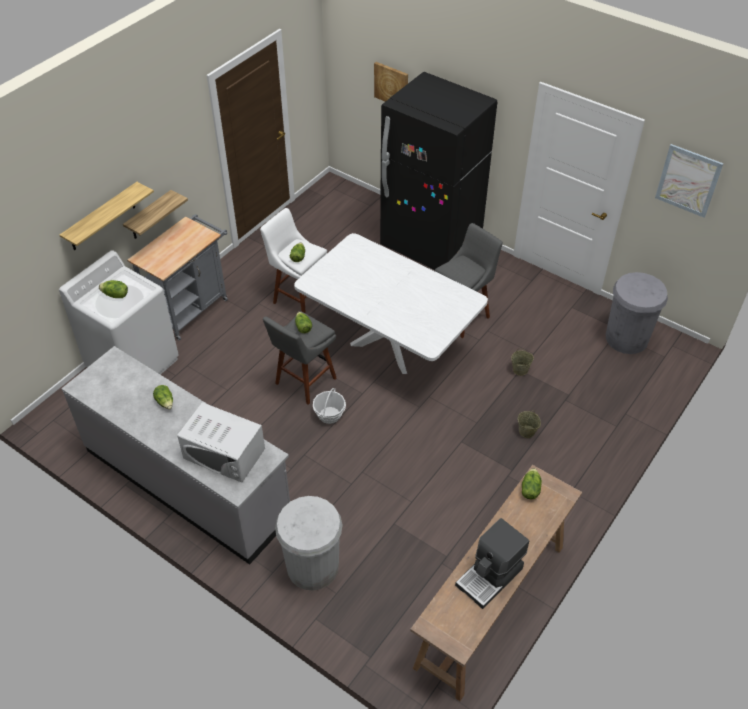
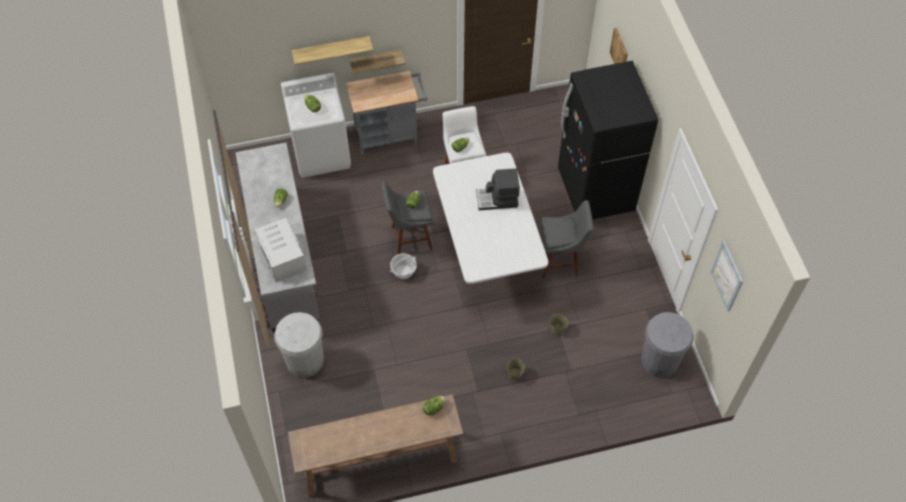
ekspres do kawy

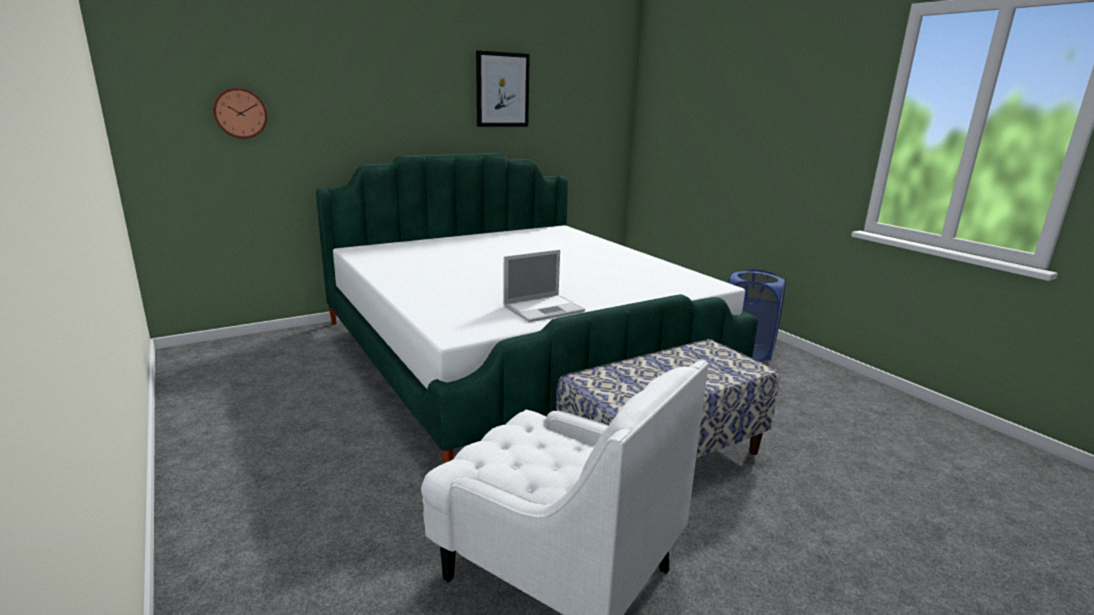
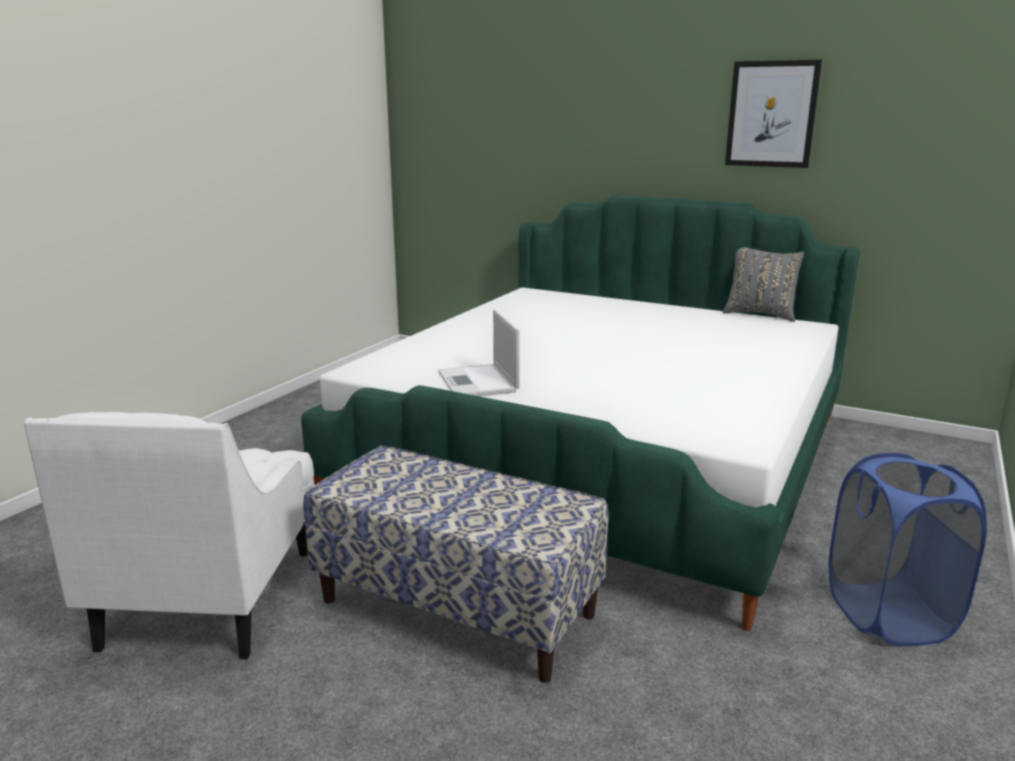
zegar ścienny
laptop
poduszka (szary)

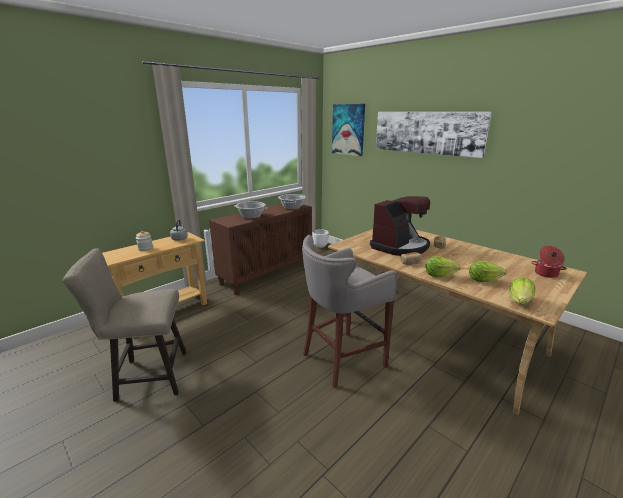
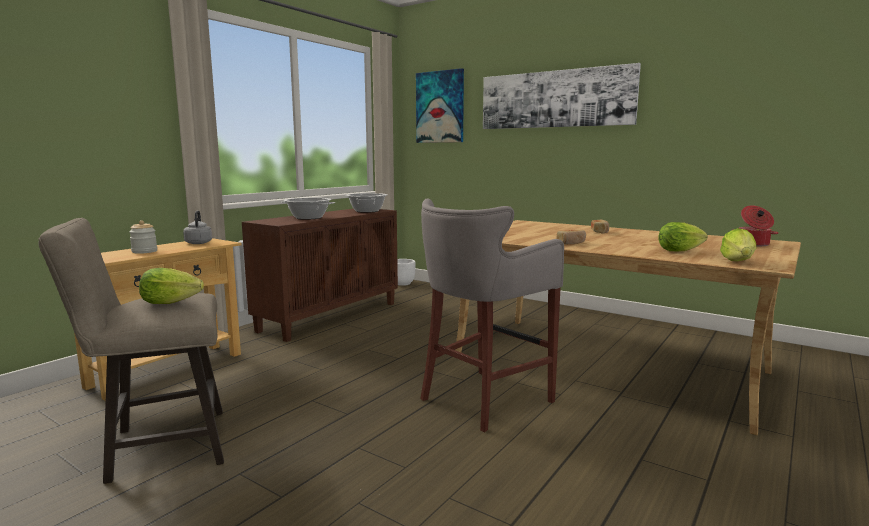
ekspres do kawy
sałata (1st from left)

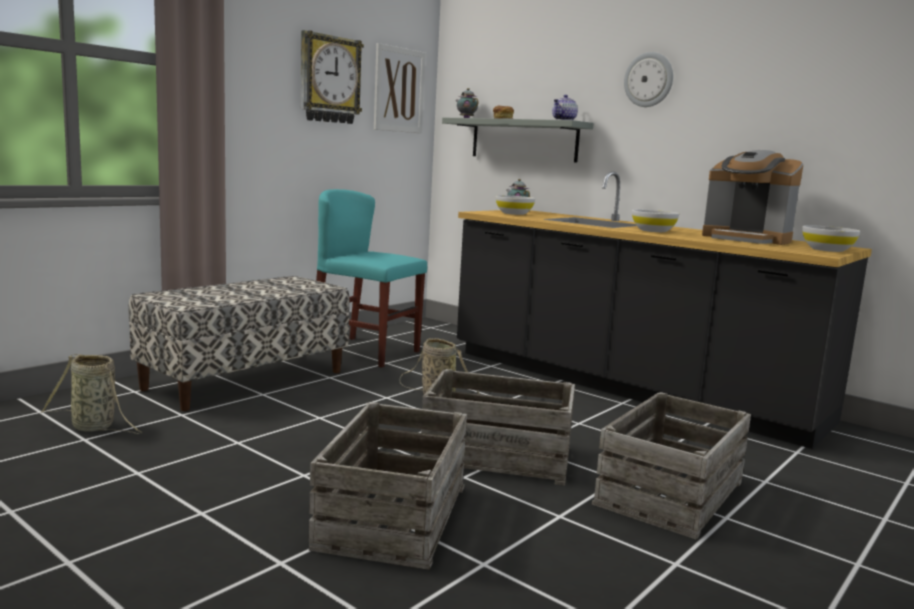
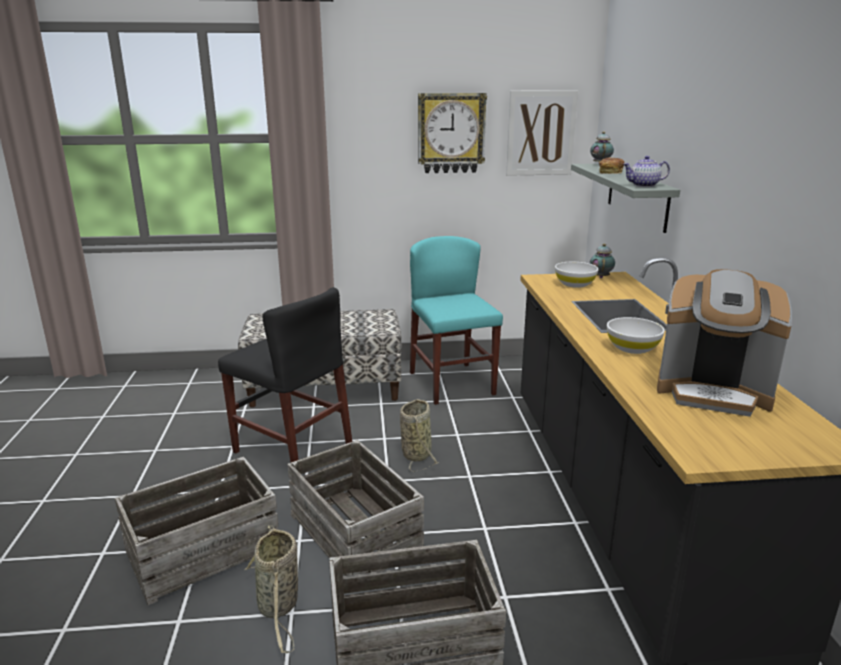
zegar ścienny (2nd from left in the first image)
ekspres do kawy
miska (biały) (3rd from left in the first image)
koszyk (1st from left)
krzesło (czarny)

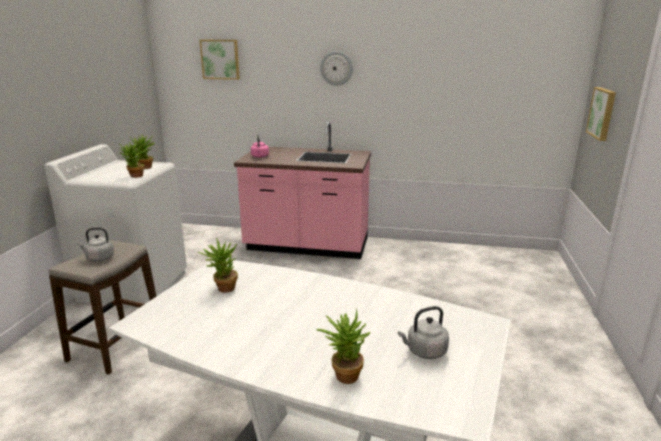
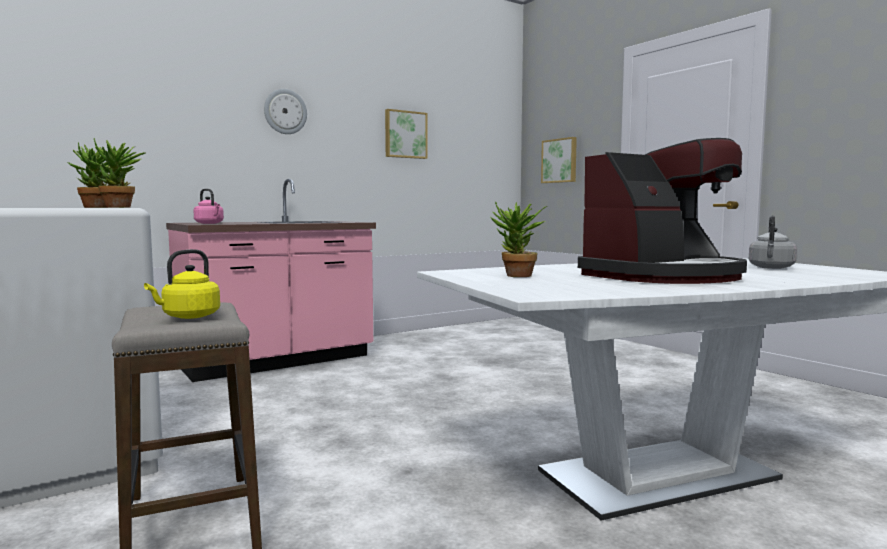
obraz (1st from left)
czajnik (żółty)
roślina doniczkowa (4th from left in the first image)
ekspres do kawy

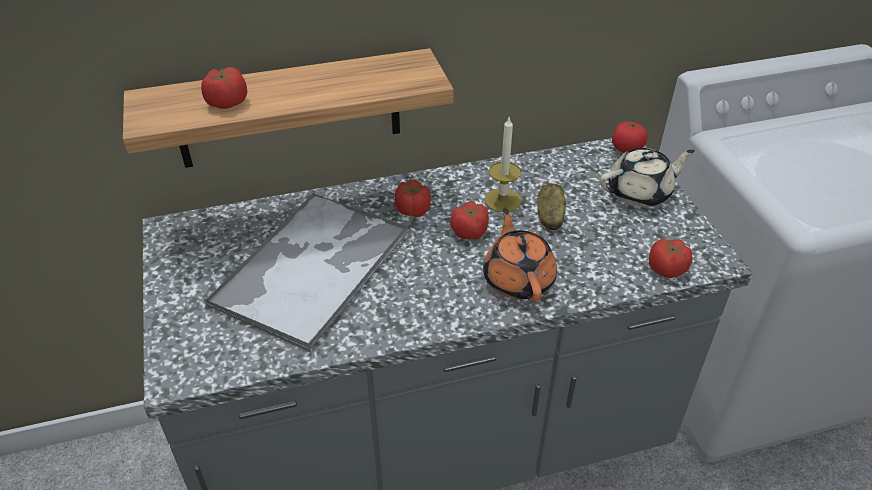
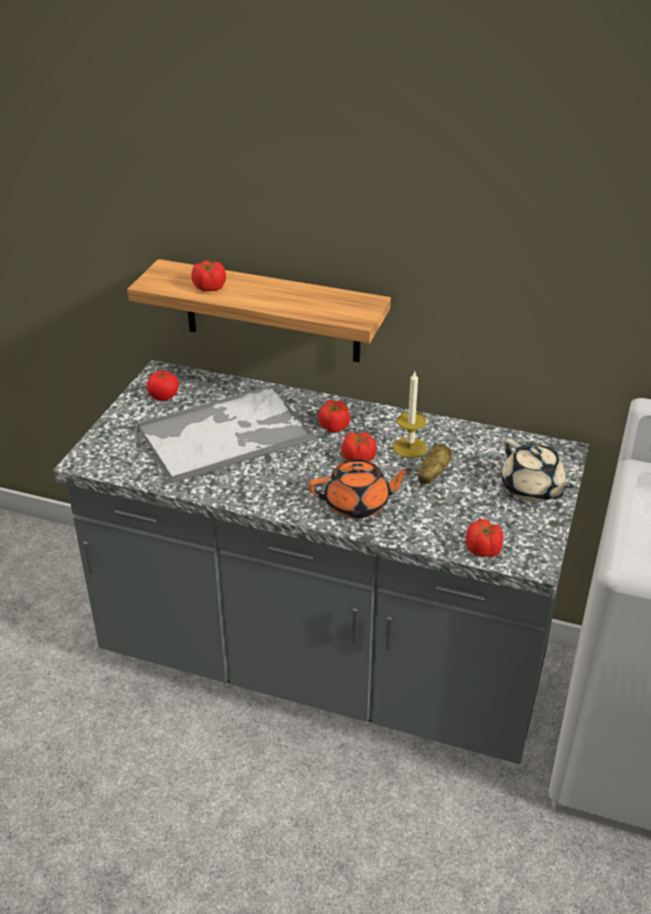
pomidor (1st from left)
imbryk (beżowy)
imbryk (pomarańczowy)

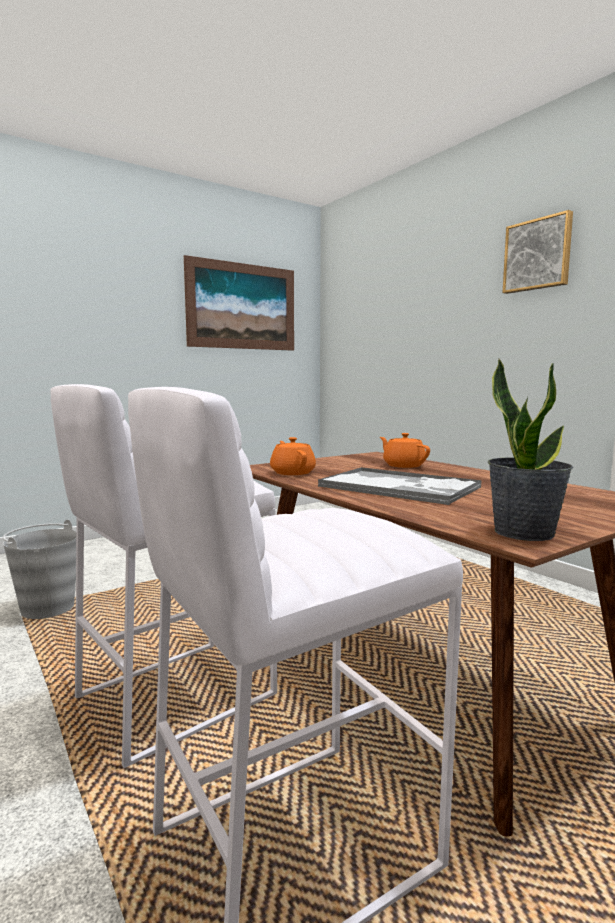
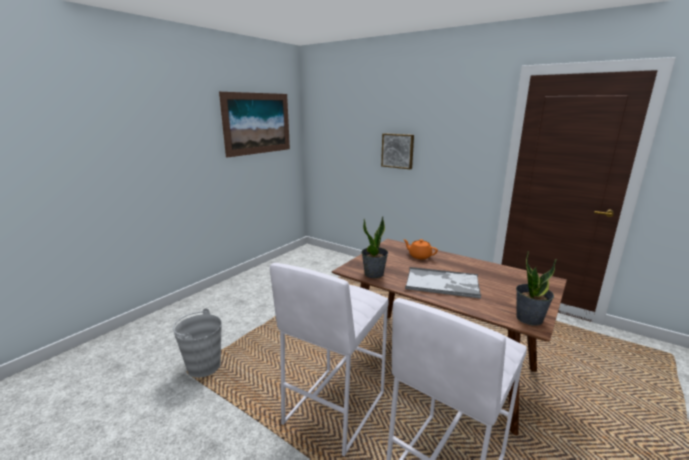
obraz (2nd from left)
roślina doniczkowa (1st from left)

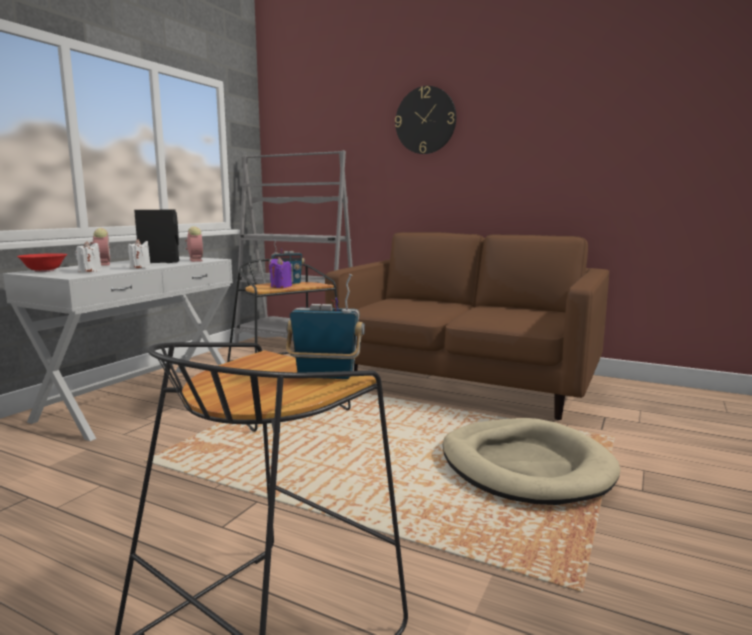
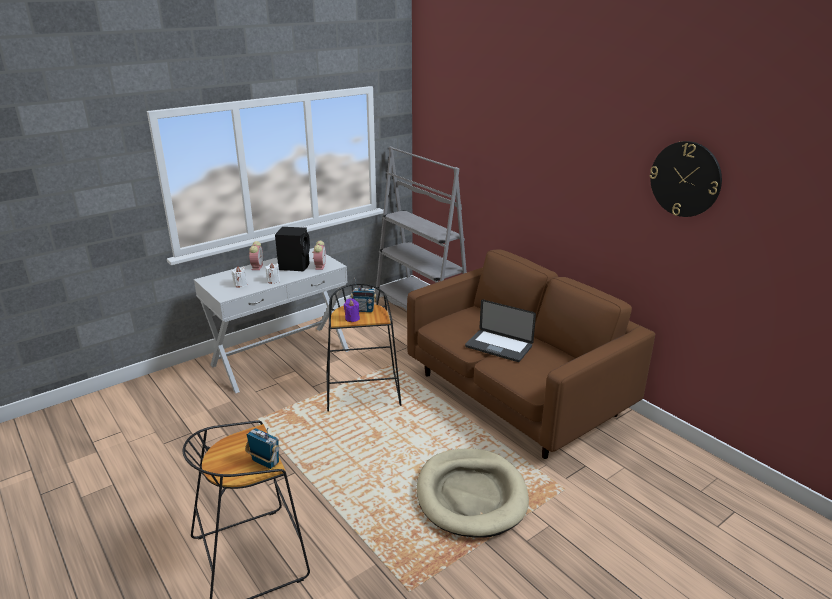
zegar ścienny
miska (czerwony)
laptop

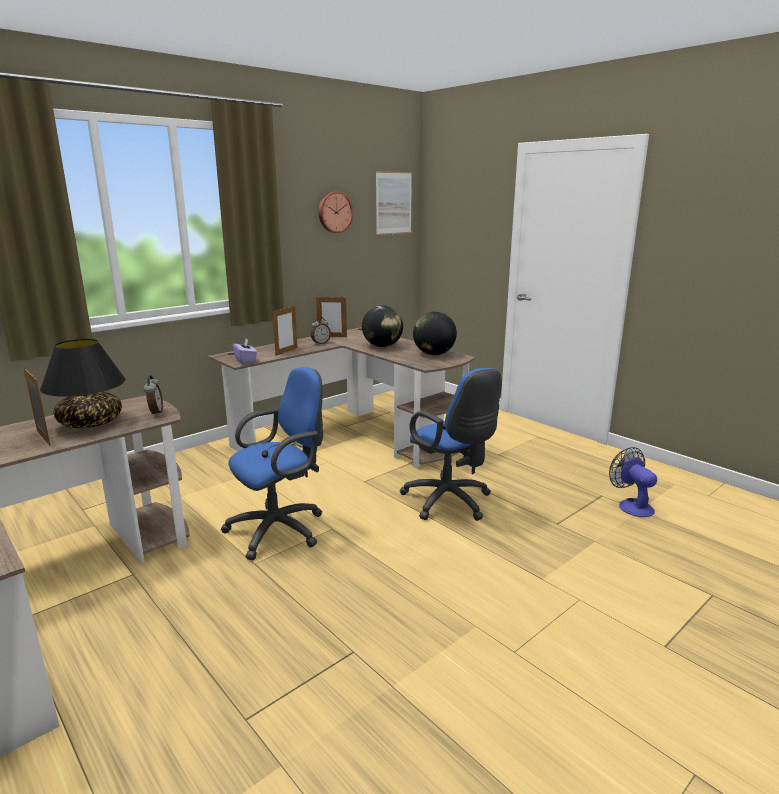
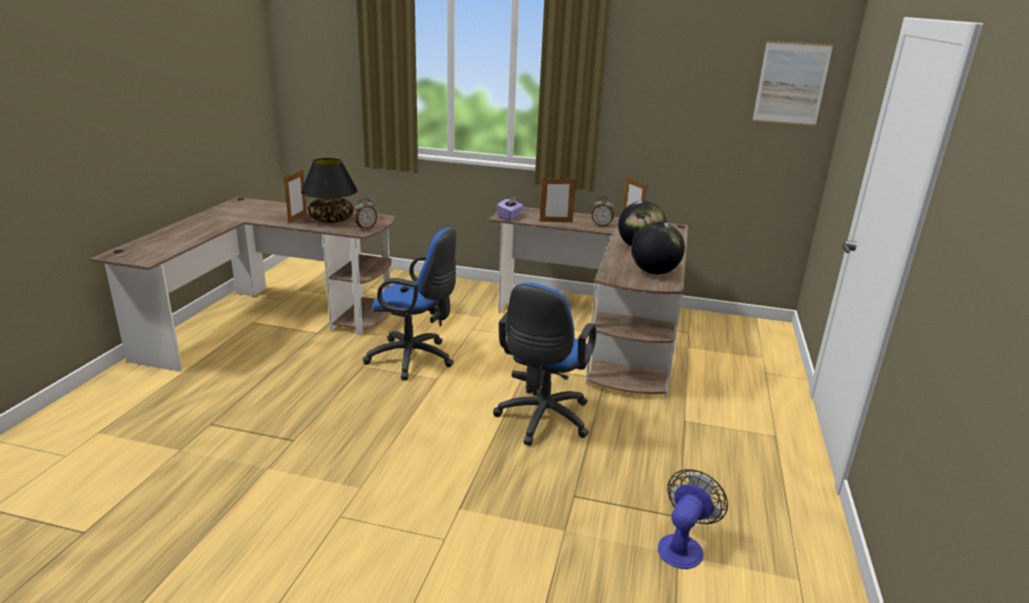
zegar ścienny

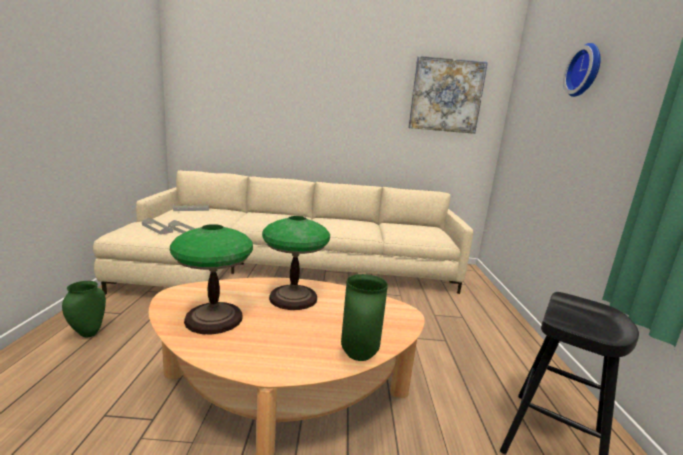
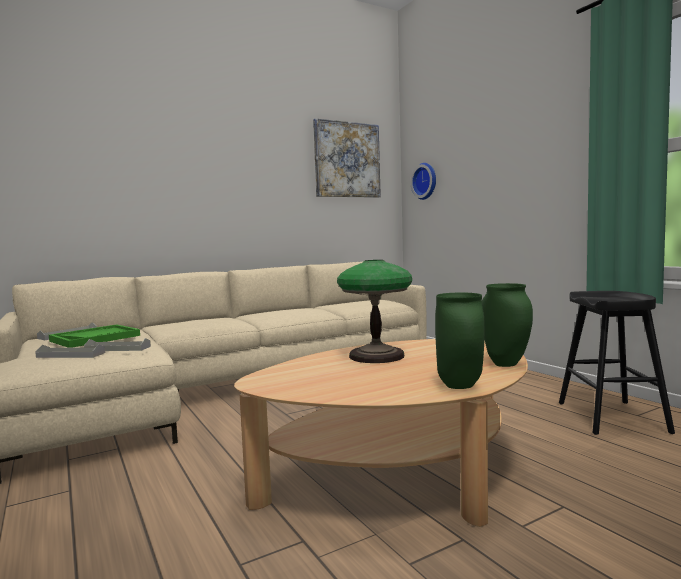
zegar ścienny
lampa stołowa (1st from left in the first image)
wazon (zielony) (1st from left)
taca (zielony)

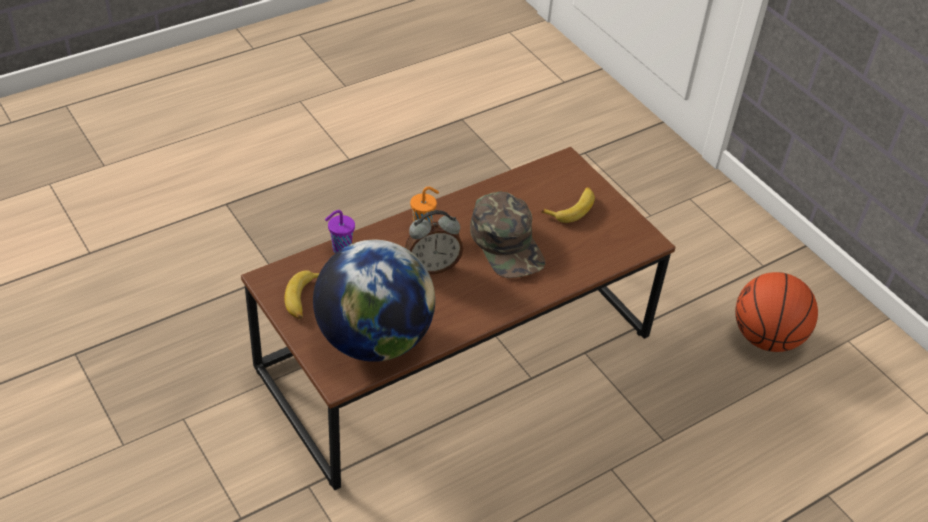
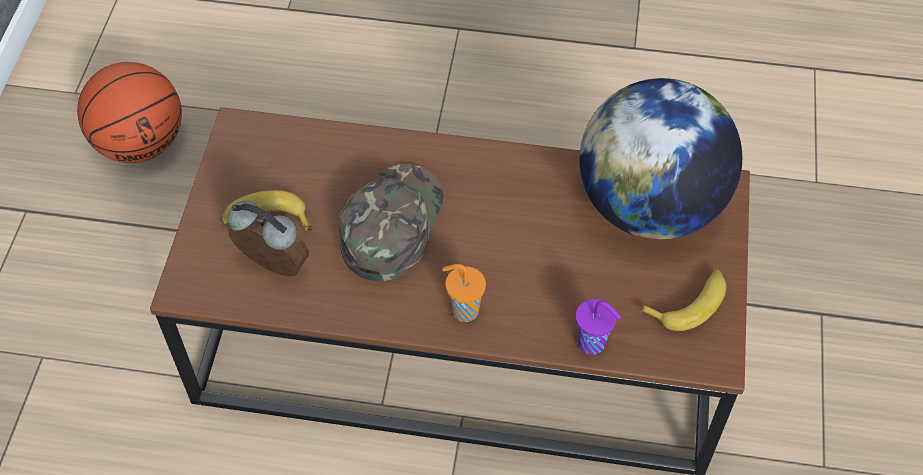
budzik

